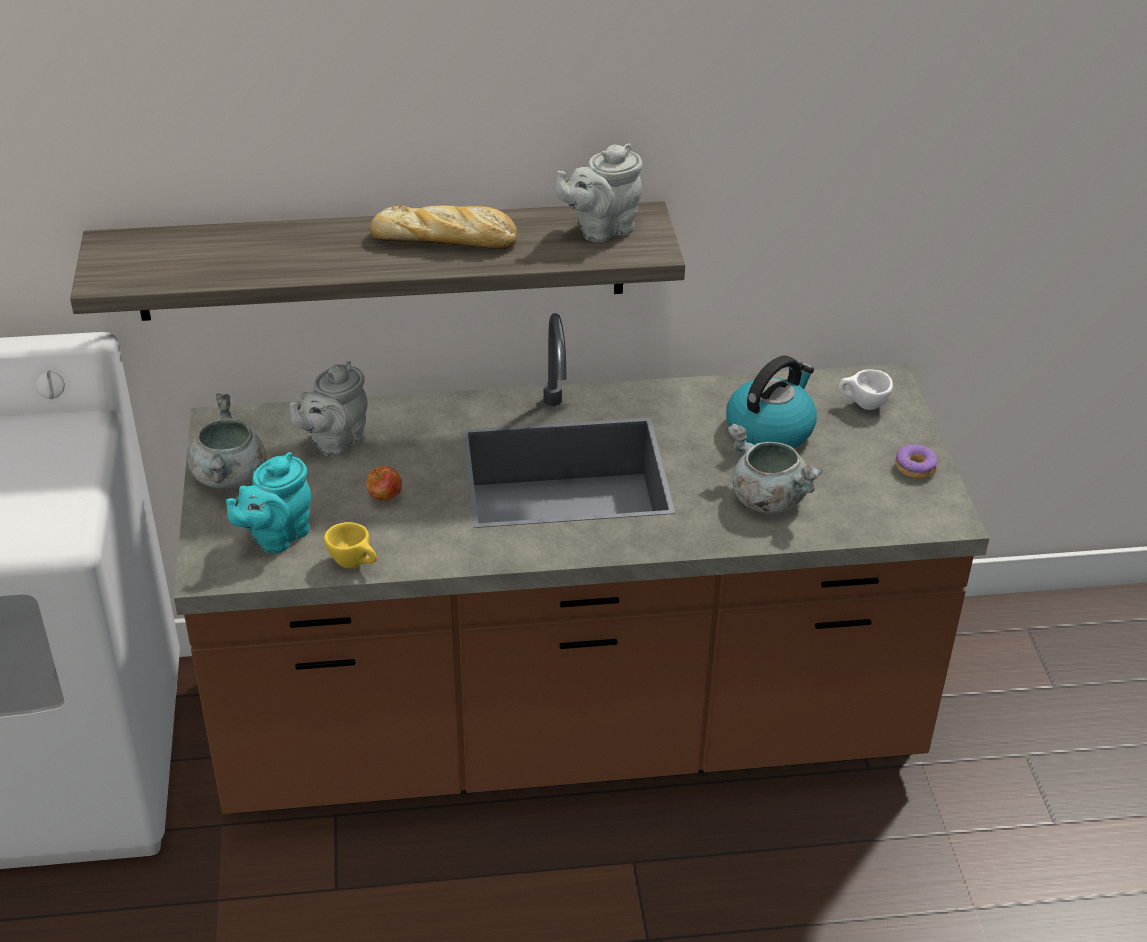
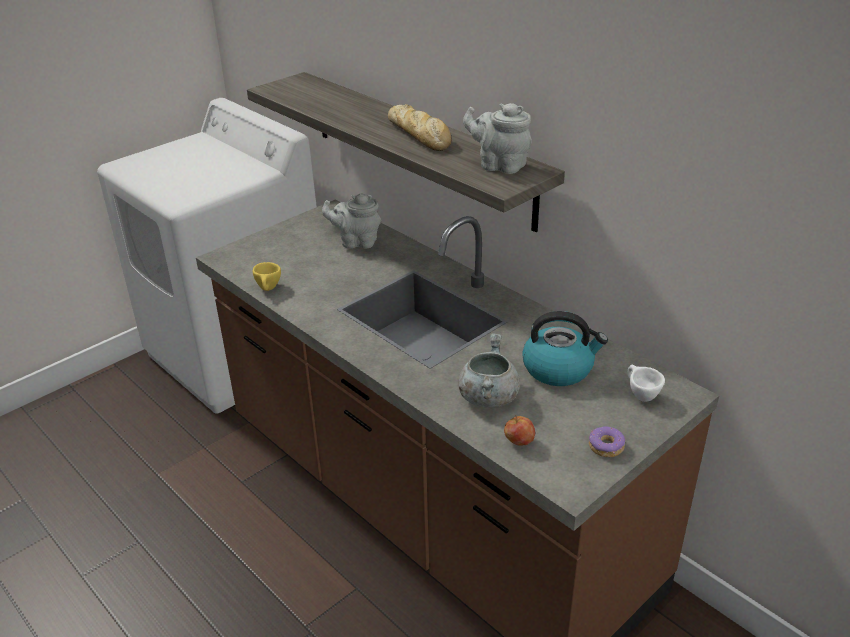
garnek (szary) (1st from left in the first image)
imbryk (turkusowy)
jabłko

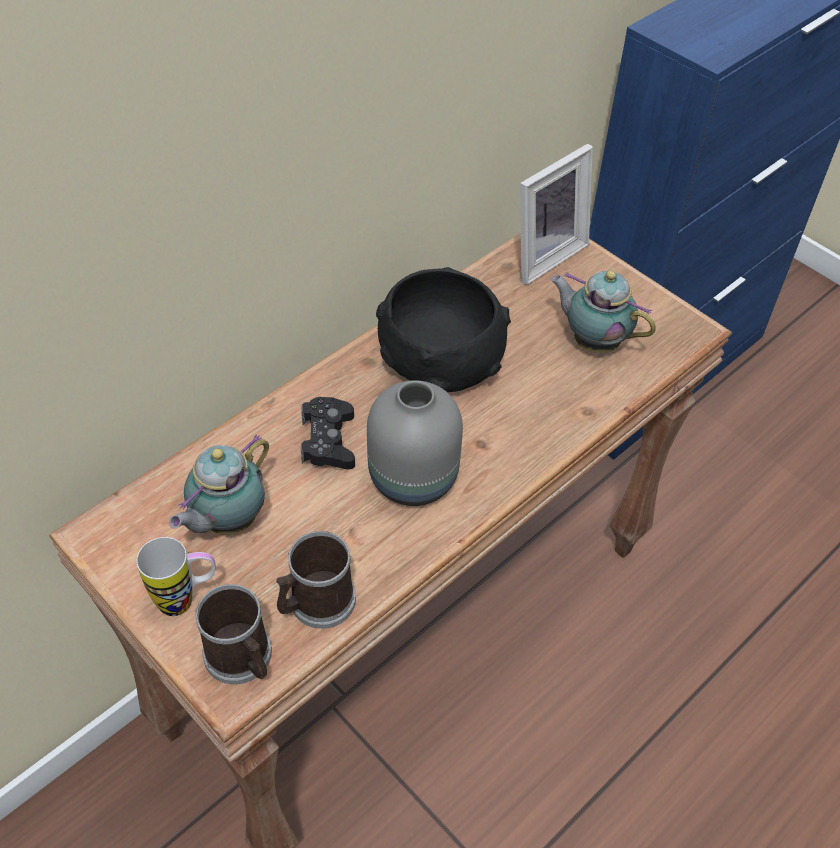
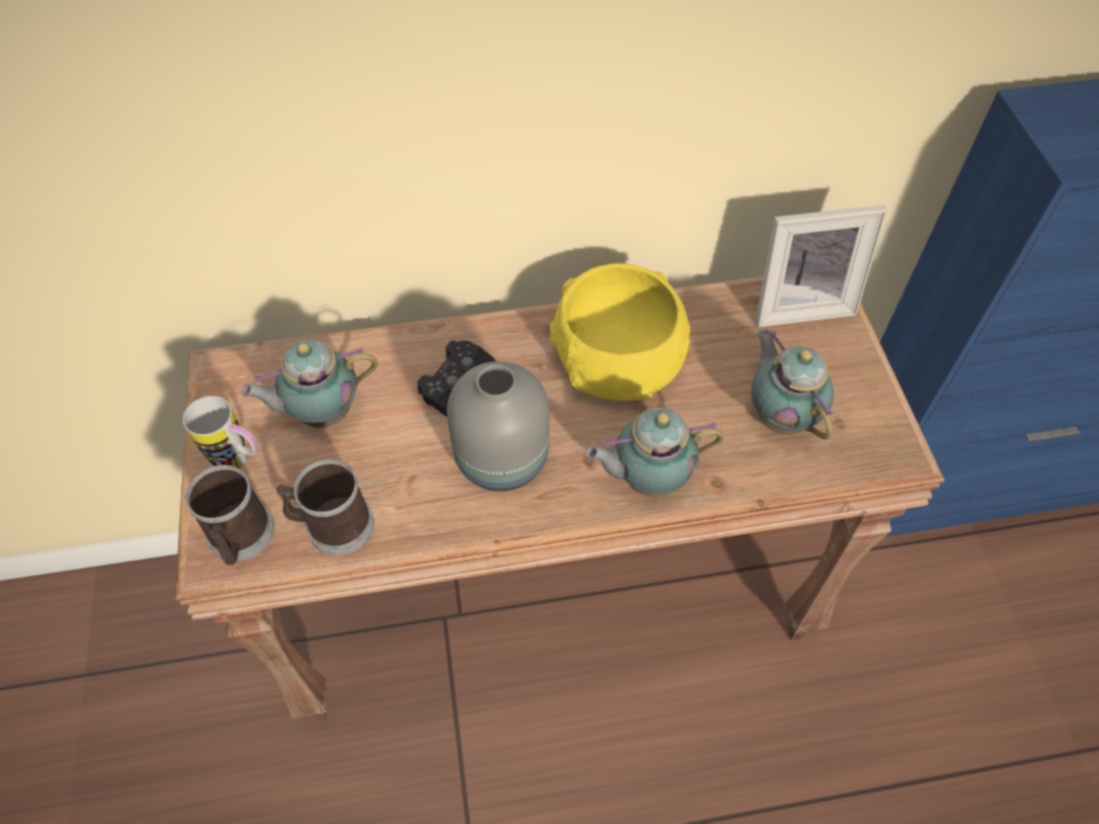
miska (żółty)
imbryk (2nd from left)

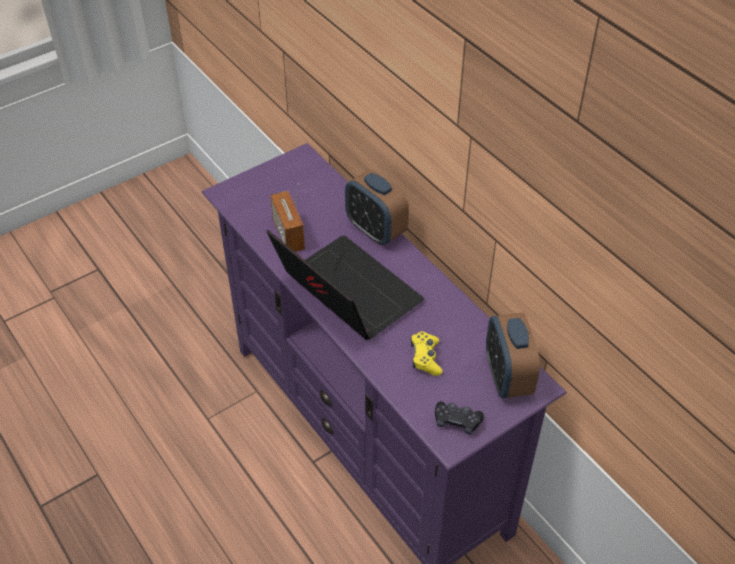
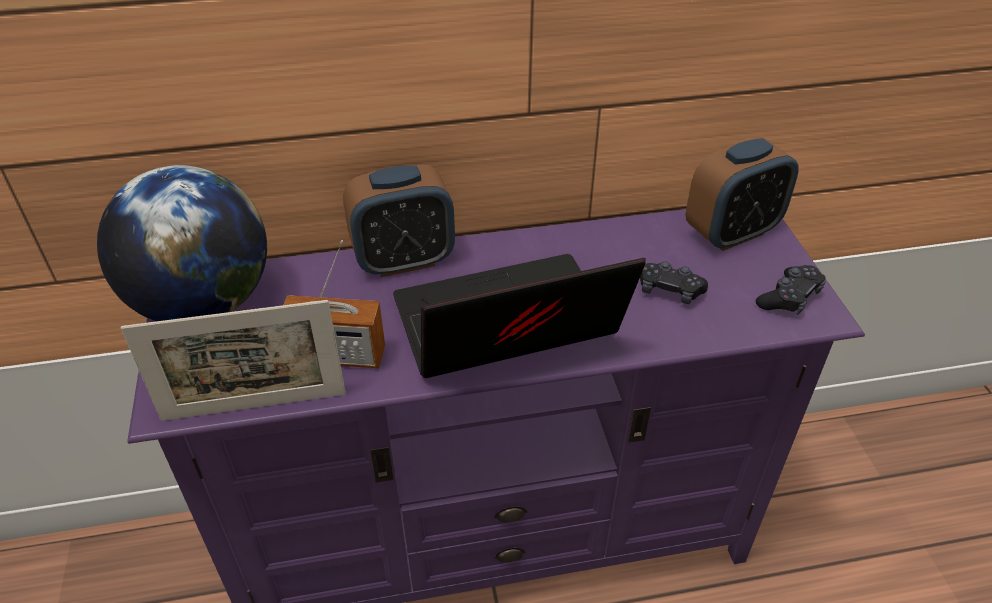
budzik (2nd from left)
pad do gier (czarny) (1st from left)
globus
ramka na zdjęcie

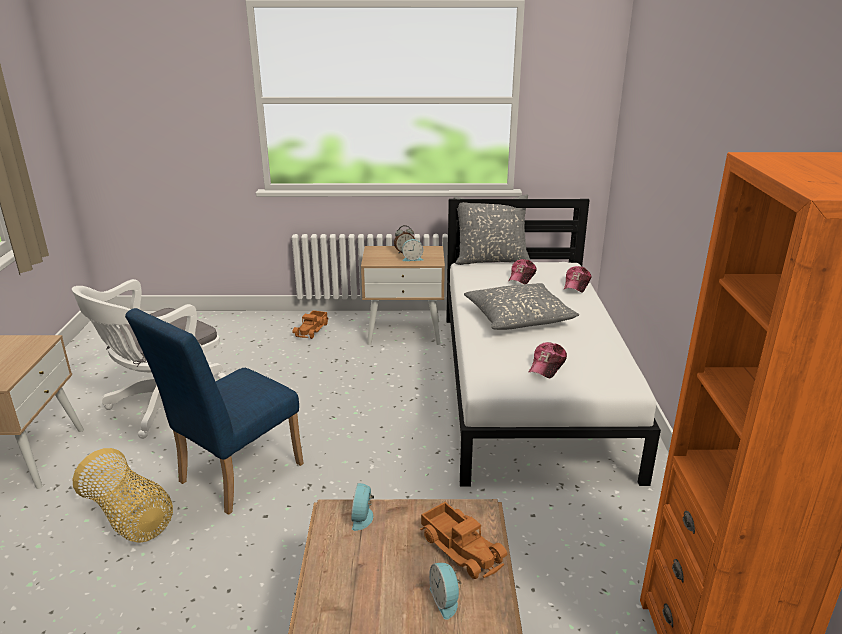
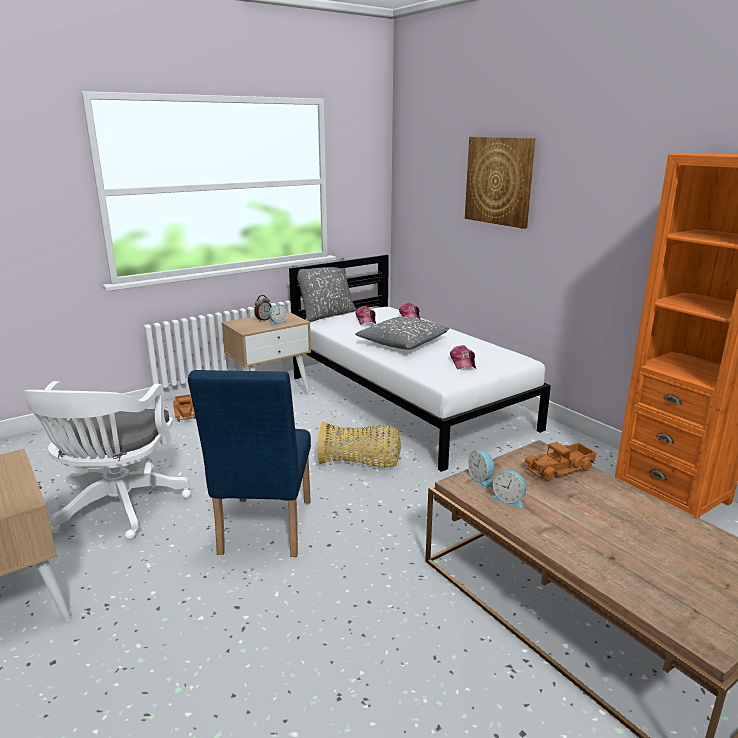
koszyk
ciężarówka zabawkowa (2nd from left)
budzik (4th from left)
obraz

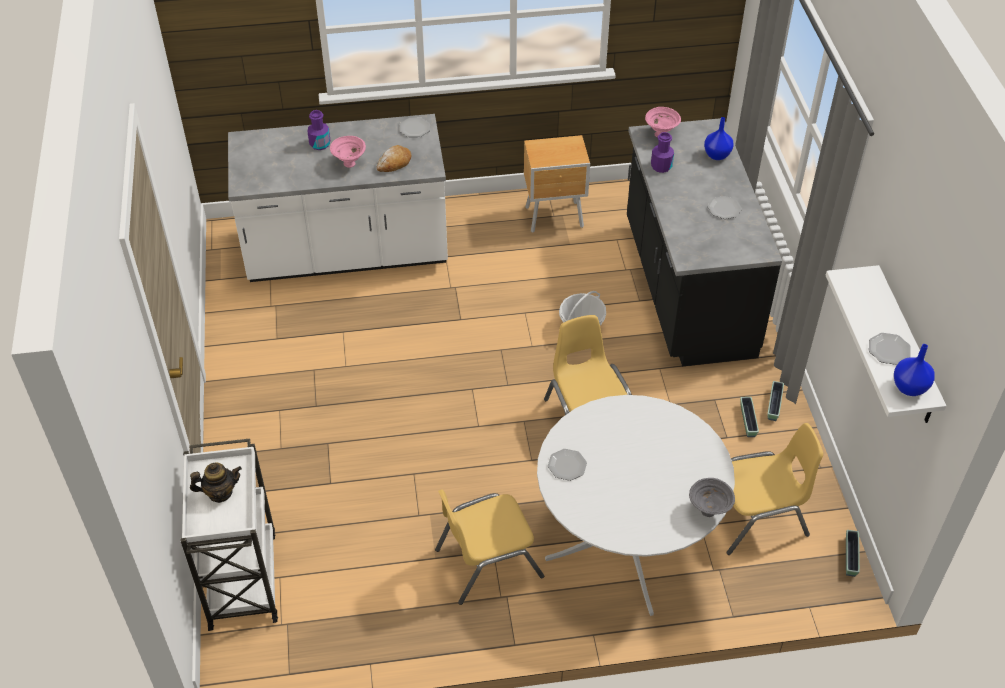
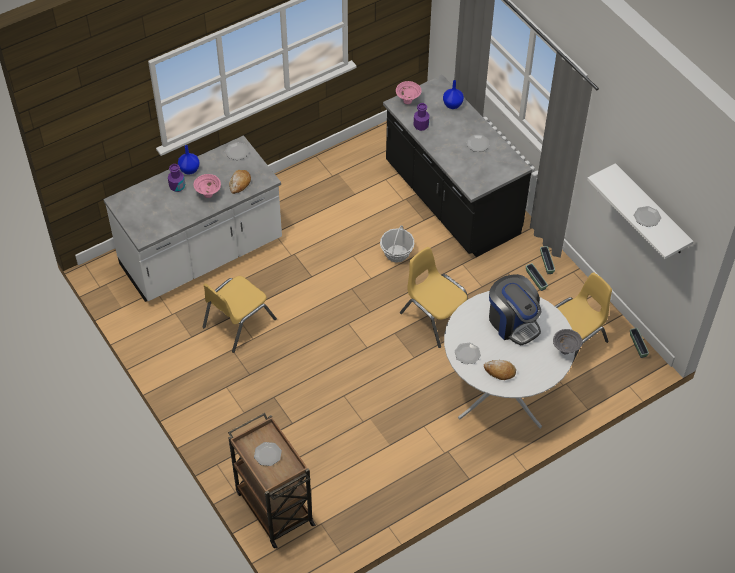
szafka nocna (brązowy)
wazon (niebieski) (1st from left)
wózek (brązowy)
talerz (2nd from left)
krzesło (żółty) (1st from left)
ekspres do kawy
chleb (2nd from left)

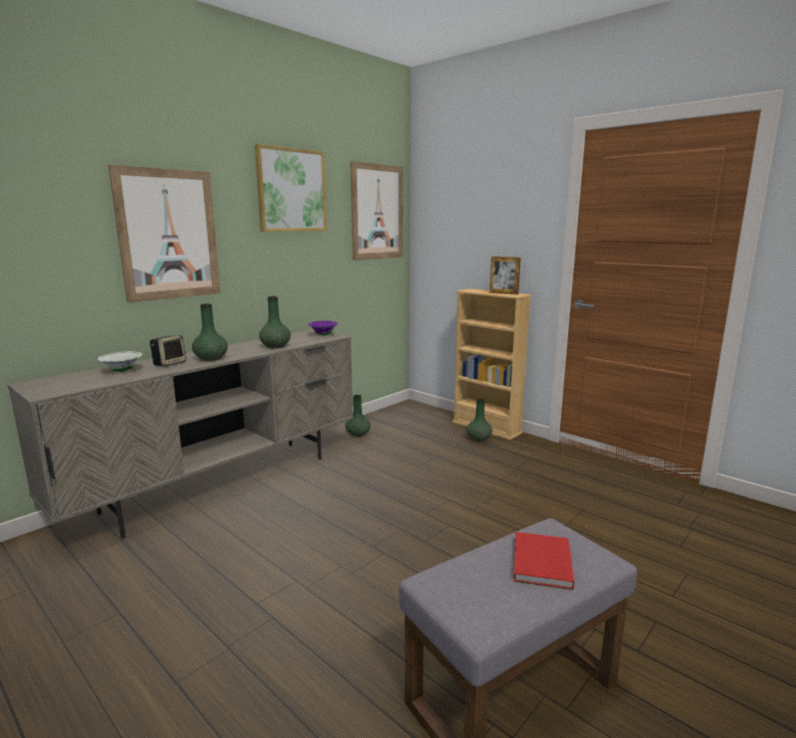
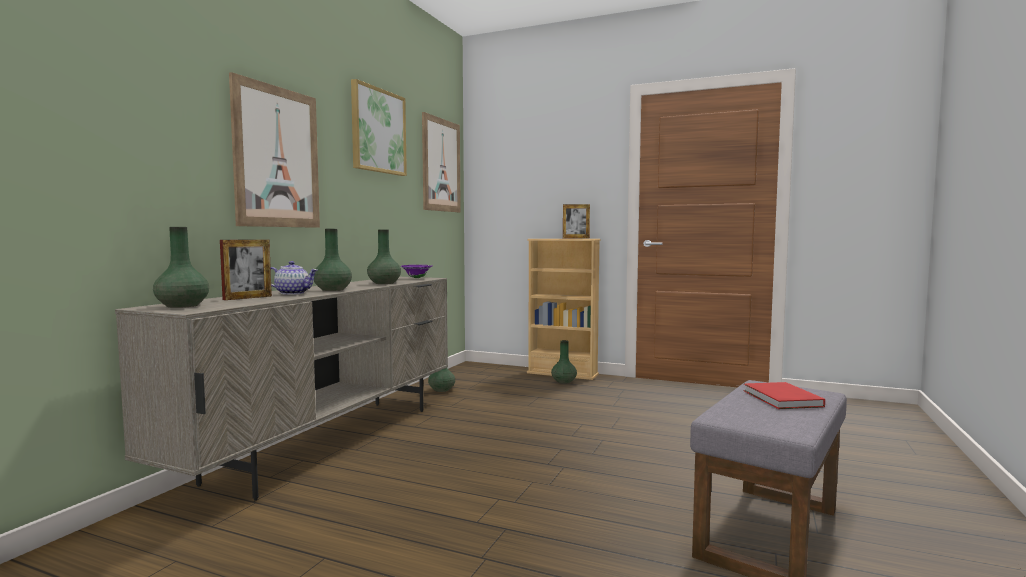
imbryk
ramka na zdjęcie (1st from left)
wazon (zielony) (1st from left)

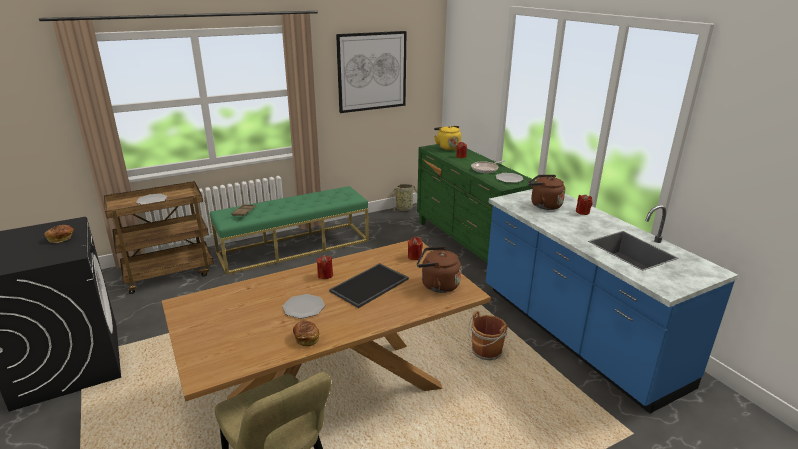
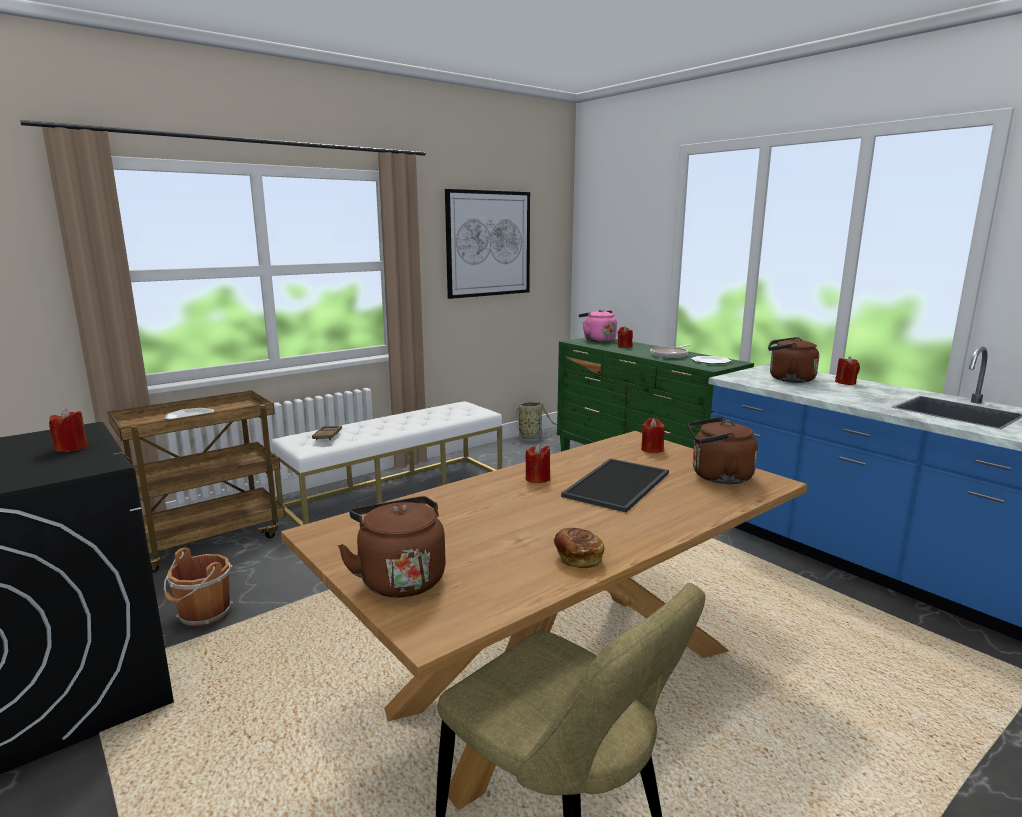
czajnik (różowy)
ławka (biały)
świeca (czerwony) (1st from left)
talerz (2nd from left in the first image)
wiadro (brązowy)
czajnik (brązowy) (1st from left)

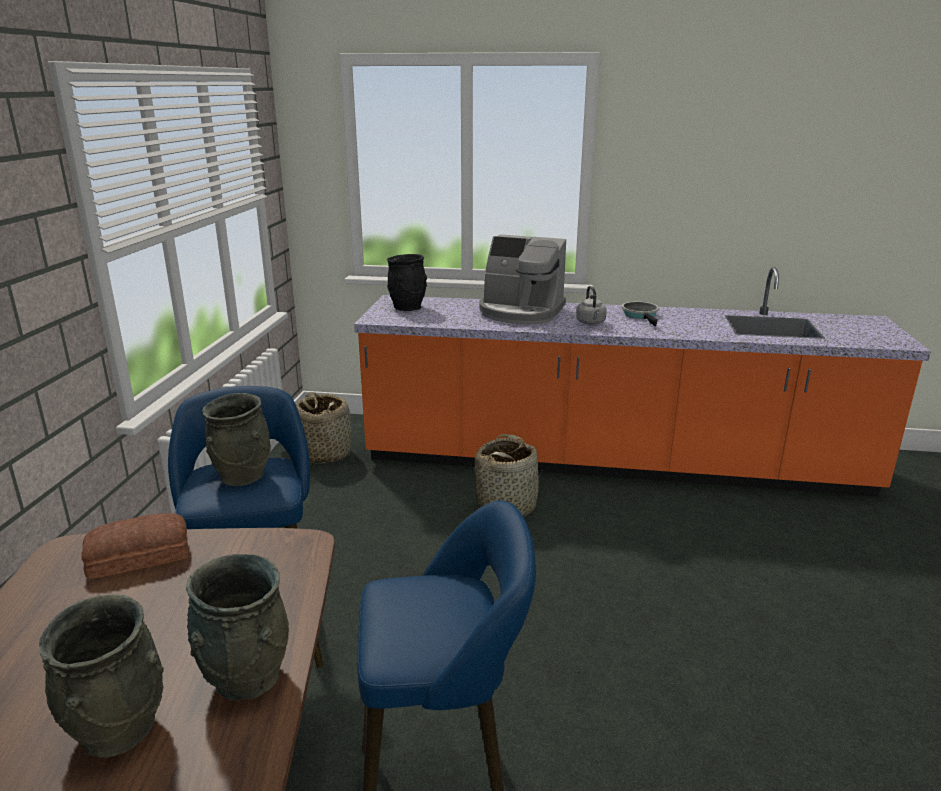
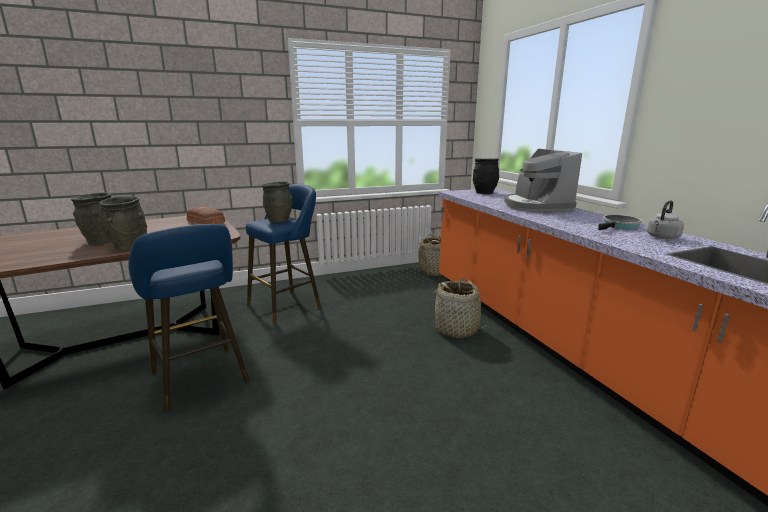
czajnik (szary)

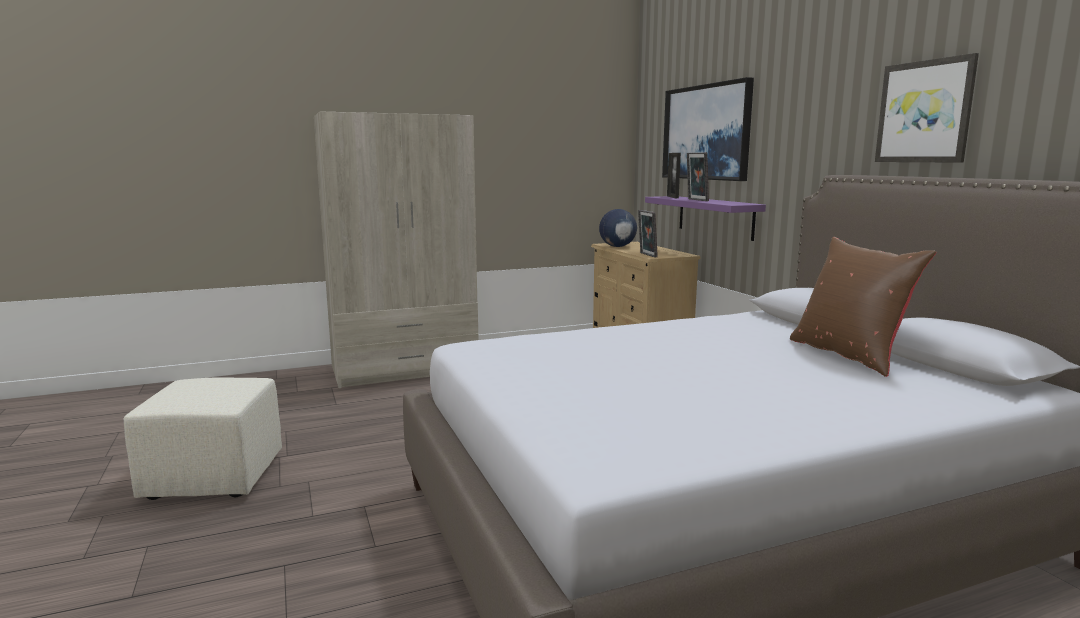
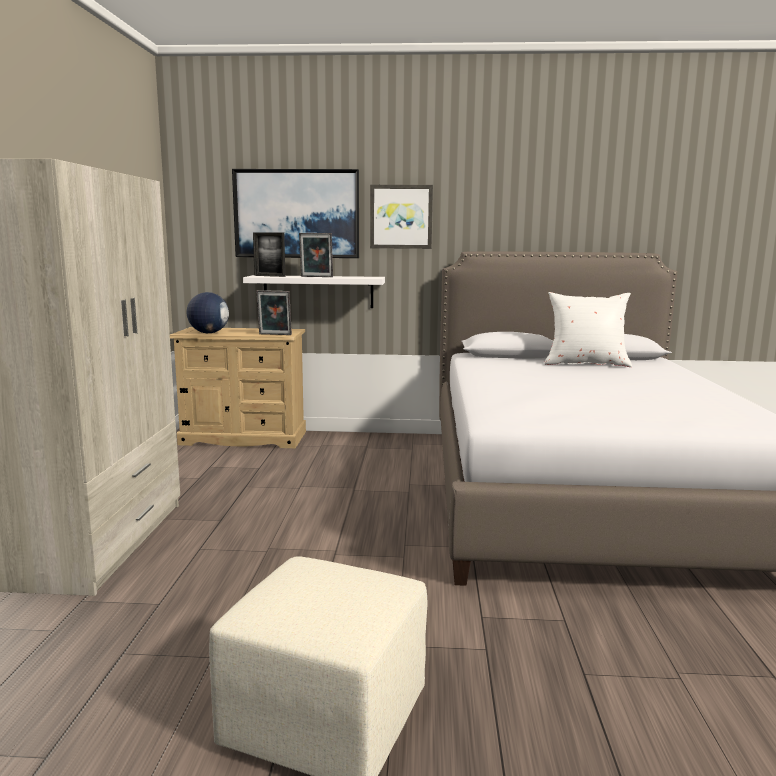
obraz (2nd from left)
półka (biały)
poduszka (biały)

